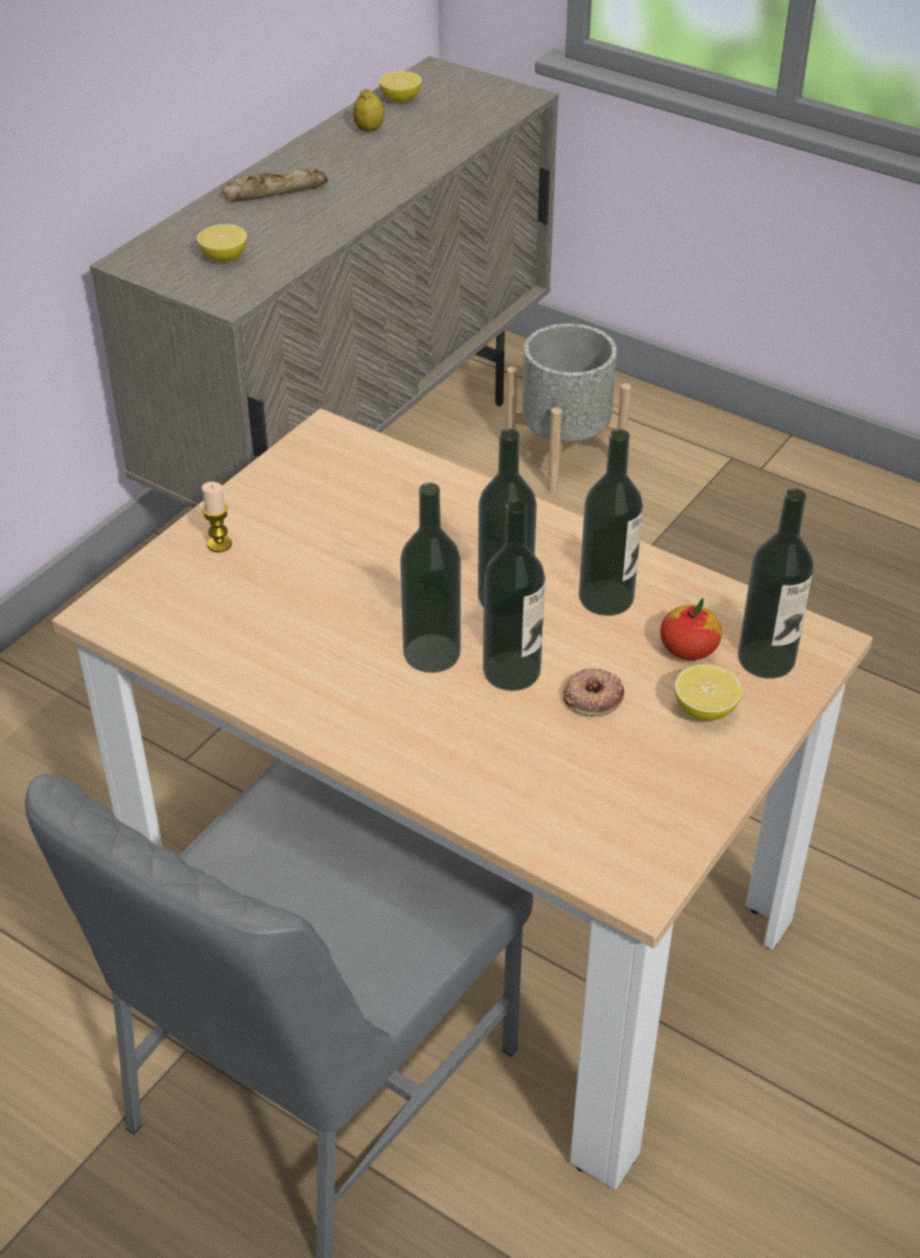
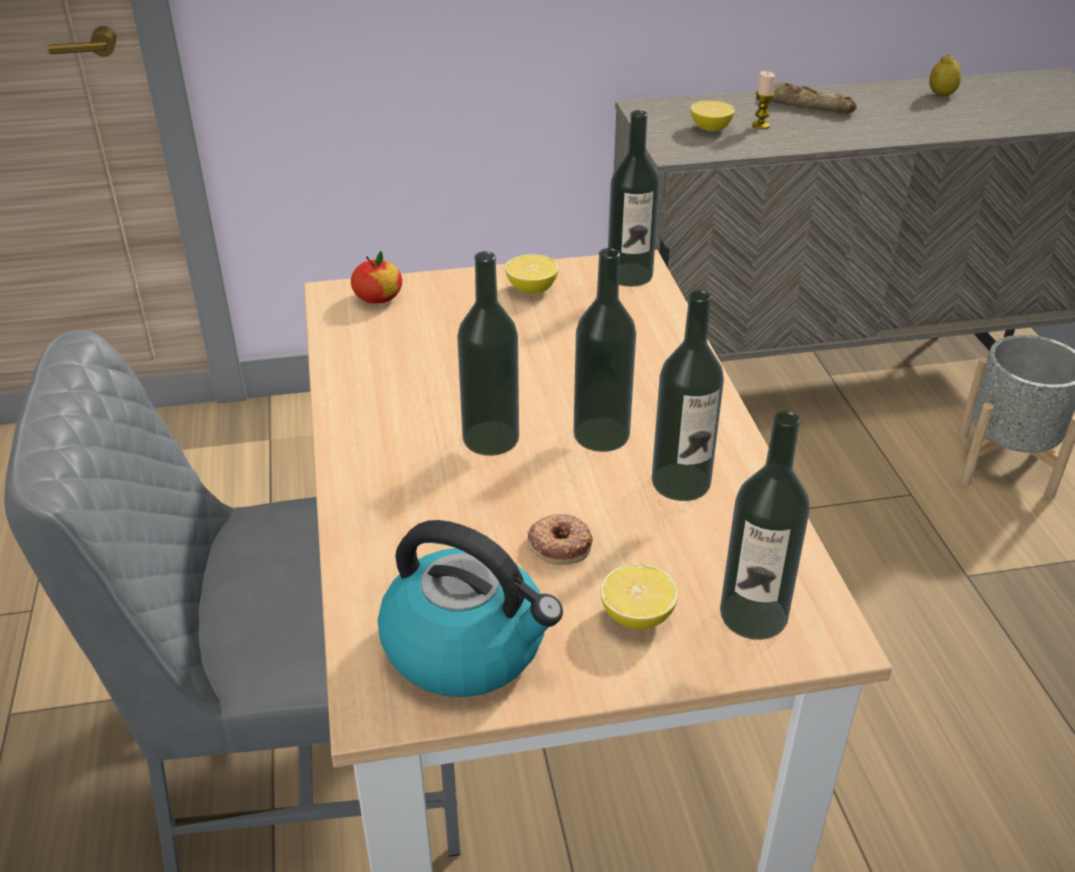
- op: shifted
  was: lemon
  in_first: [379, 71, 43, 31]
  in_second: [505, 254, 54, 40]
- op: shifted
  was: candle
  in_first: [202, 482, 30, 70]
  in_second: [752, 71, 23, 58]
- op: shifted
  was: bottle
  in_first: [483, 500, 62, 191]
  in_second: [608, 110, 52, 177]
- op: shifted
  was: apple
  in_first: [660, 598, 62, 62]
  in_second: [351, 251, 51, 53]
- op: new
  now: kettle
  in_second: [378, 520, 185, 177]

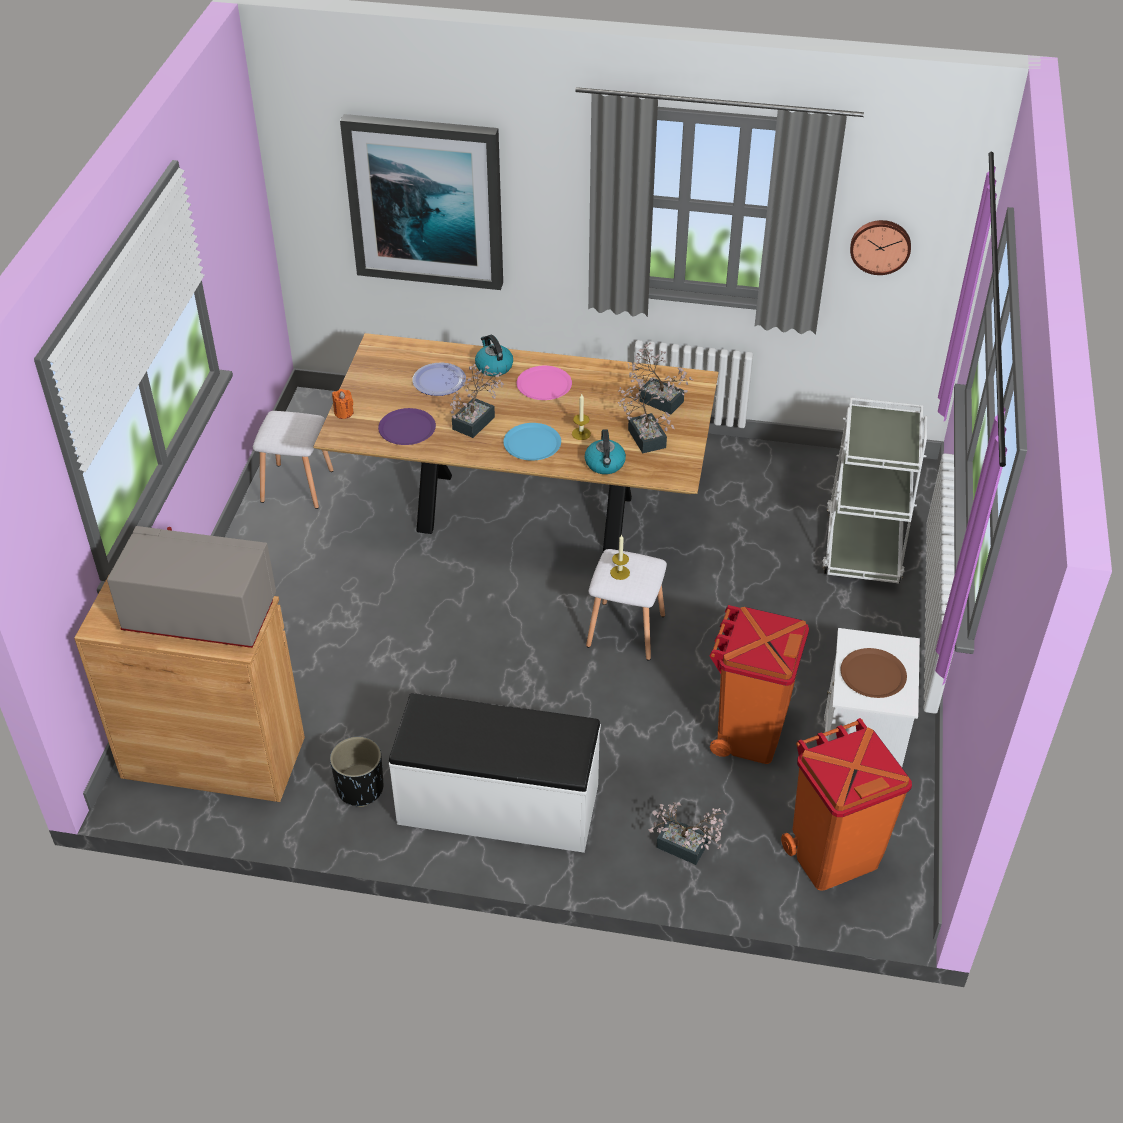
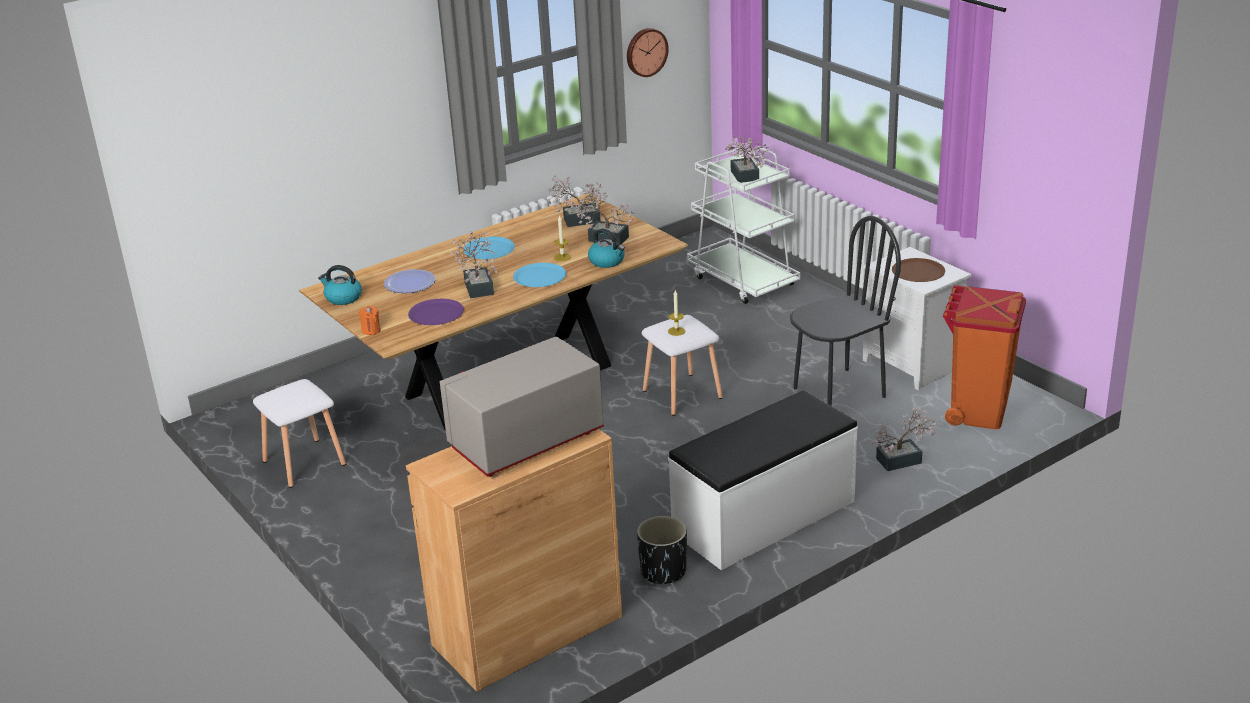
- op: gone
  was: picture
  in_first: [340, 114, 163, 176]
- op: shifted
  was: kettle
  in_first: [475, 335, 38, 41]
  in_second: [318, 265, 44, 40]
- op: repainted
  was: plate (pink)
  now: plate (blue)
  in_first: [517, 366, 55, 34]
  in_second: [463, 237, 52, 22]
- op: swapped
  was: trash can (orange)
  now: chair (black)
  in_first: [710, 605, 99, 159]
  in_second: [790, 216, 111, 190]
- op: new
  now: potted plant
  in_second: [725, 136, 44, 47]

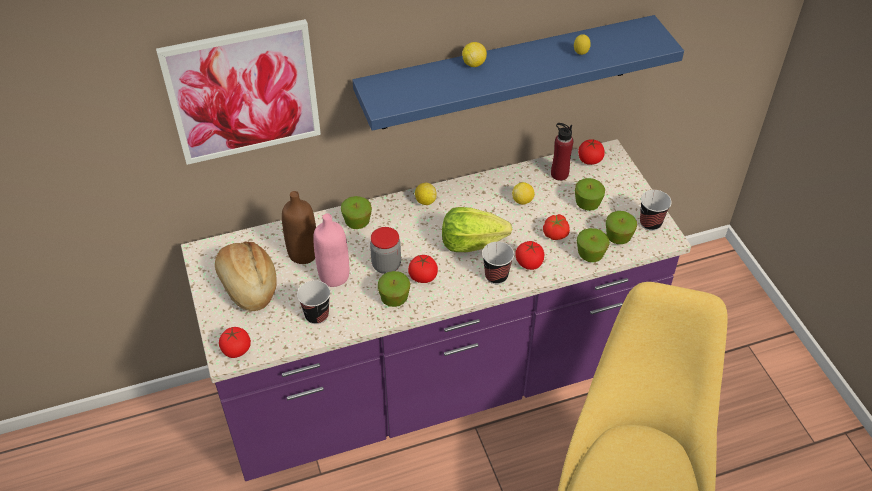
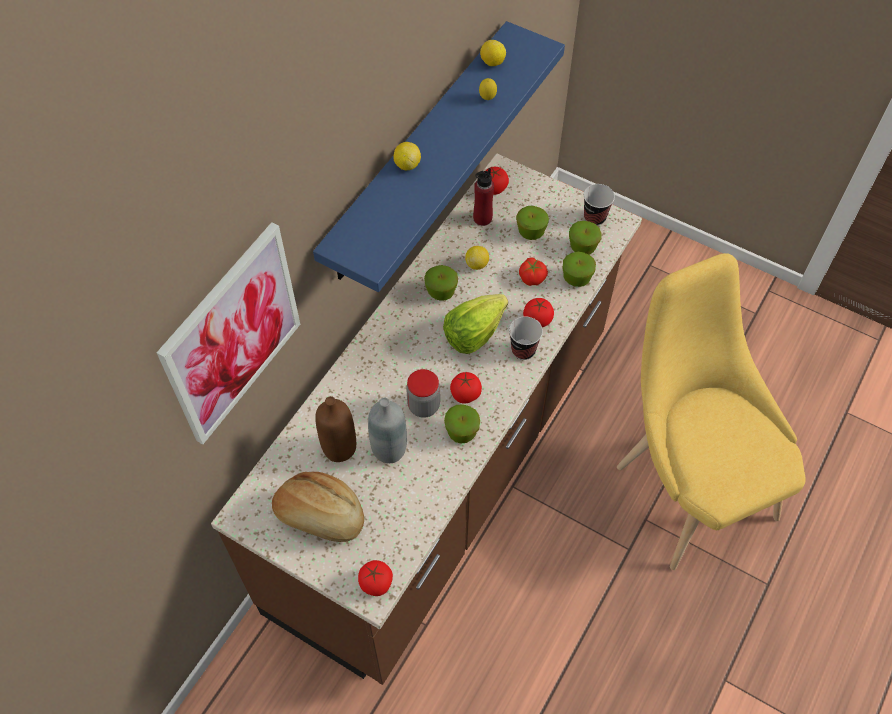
- op: repainted
  was: counter (purple)
  now: counter (brown)
  in_first: [181, 139, 510, 342]
  in_second: [211, 153, 431, 532]
- op: shifted
  was: lemon
  in_first: [415, 183, 21, 22]
  in_second: [480, 40, 26, 26]
- op: shifted
  was: apple
  in_first: [341, 196, 31, 33]
  in_second: [424, 265, 34, 36]
- op: repainted
  was: bottle (pink)
  now: bottle (grey)
  in_first: [313, 213, 36, 74]
  in_second: [368, 398, 39, 65]
- op: gone
  was: cup
  in_first: [297, 280, 33, 44]

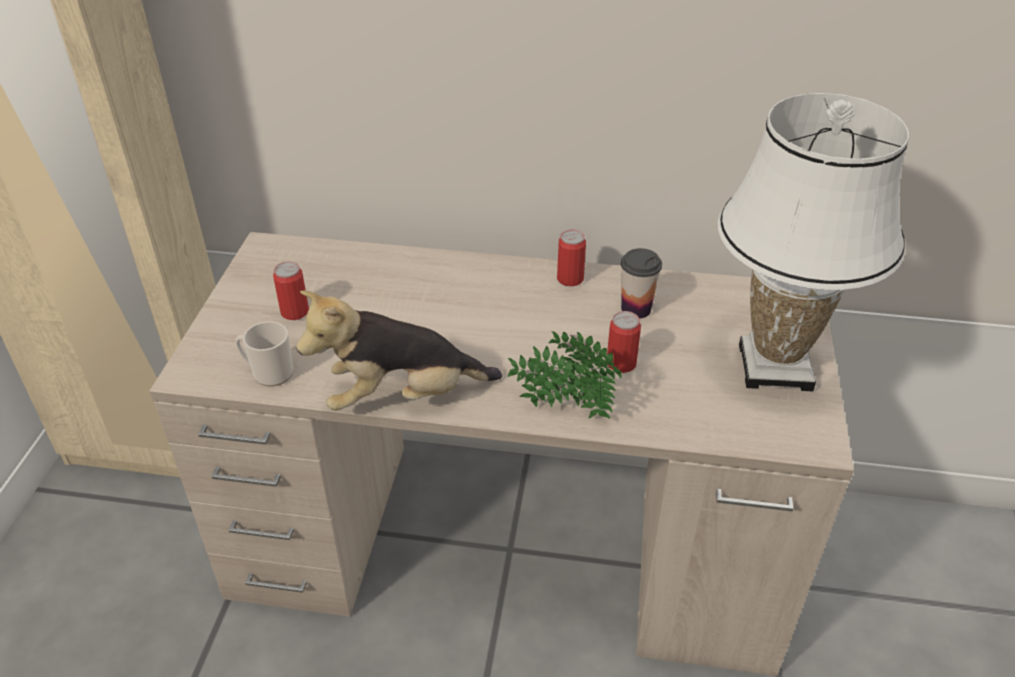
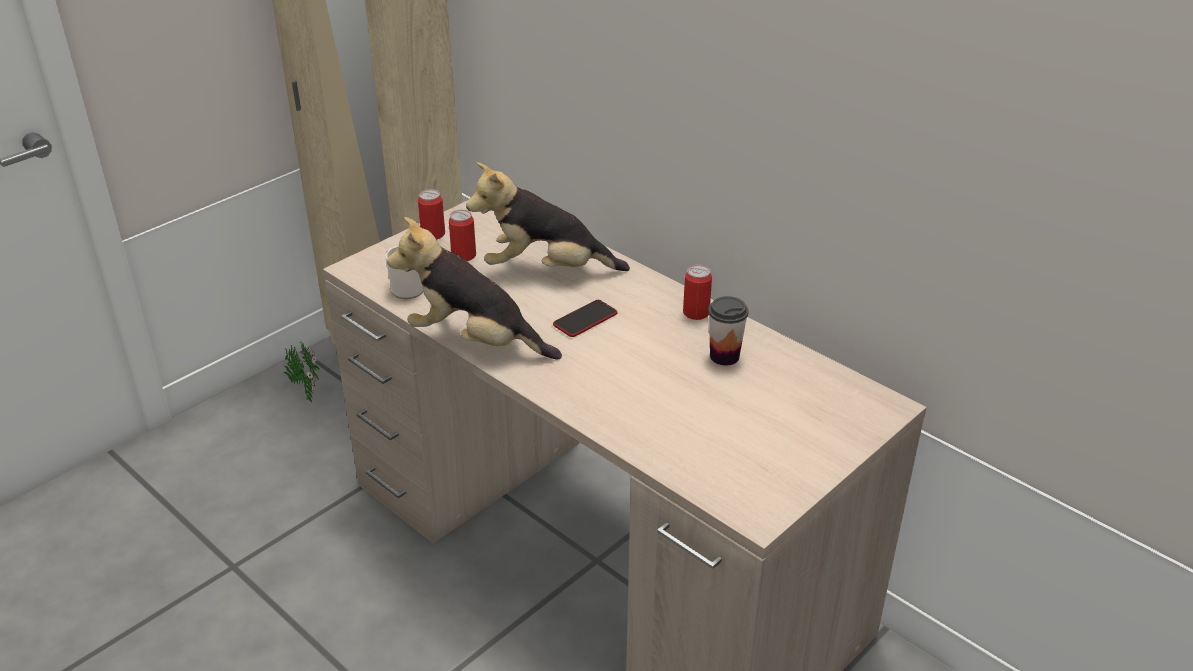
- op: gone
  was: table lamp (white)
  in_first: [718, 93, 191, 298]
- op: shifted
  was: can
  in_first: [607, 311, 34, 62]
  in_second: [418, 189, 27, 51]
- op: shifted
  was: potted plant
  in_first: [507, 331, 115, 88]
  in_second: [283, 340, 37, 63]
- op: new
  now: plush toy
  in_second: [466, 162, 164, 109]
- op: new
  now: phone
  in_second: [553, 300, 65, 37]

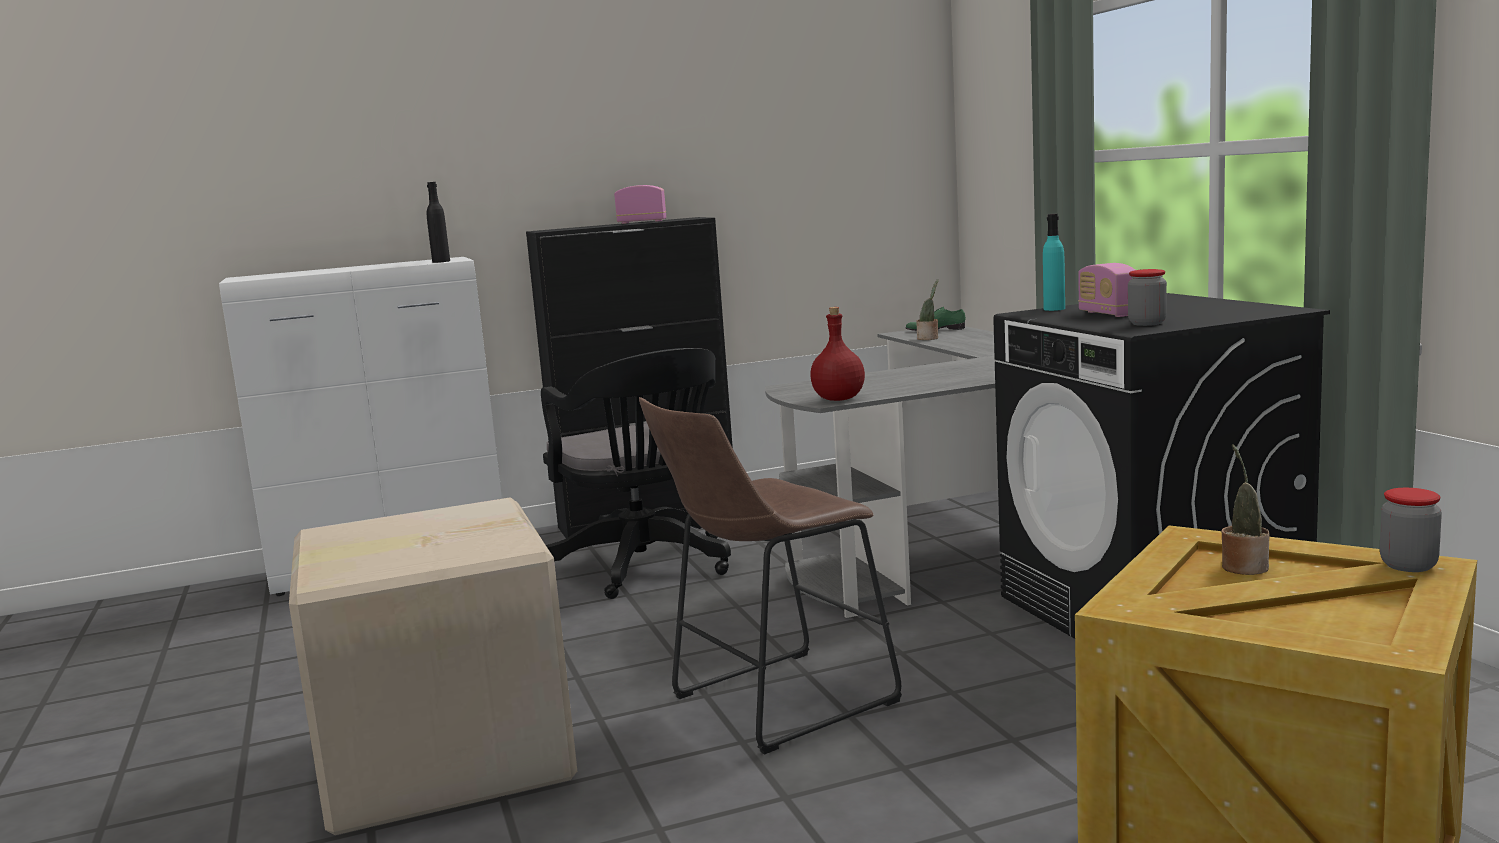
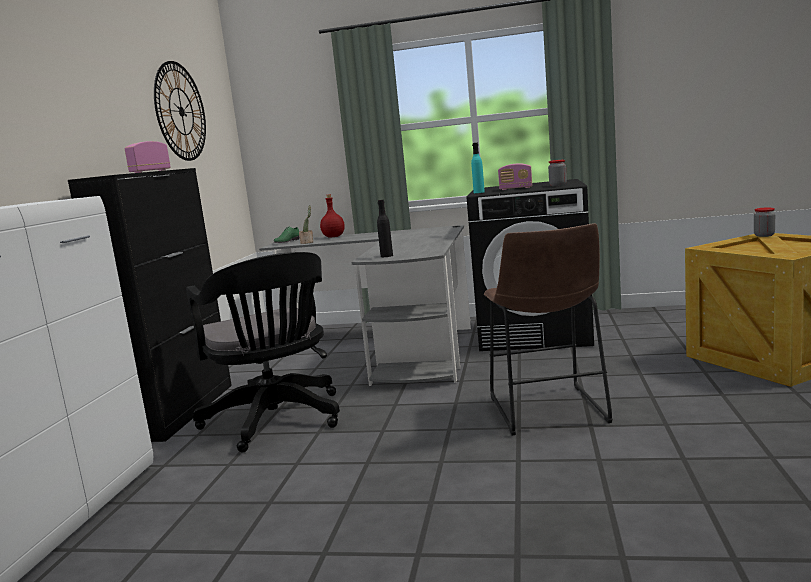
- op: shifted
  was: bottle (black)
  in_first: [427, 182, 23, 81]
  in_second: [377, 200, 16, 57]
- op: shifted
  was: bottle (red)
  in_first: [810, 307, 55, 94]
  in_second: [320, 194, 25, 43]
- op: rotated
  was: office chair (black)
  in_first: [541, 348, 190, 251]
  in_second: [186, 252, 154, 201]
  clockwise: 60
- op: gone
  was: potted plant
  in_first: [1221, 444, 49, 131]
- op: gone
  was: cardboard box
  in_first: [289, 497, 288, 338]
- op: new
  now: wall clock
  in_second: [154, 61, 52, 100]

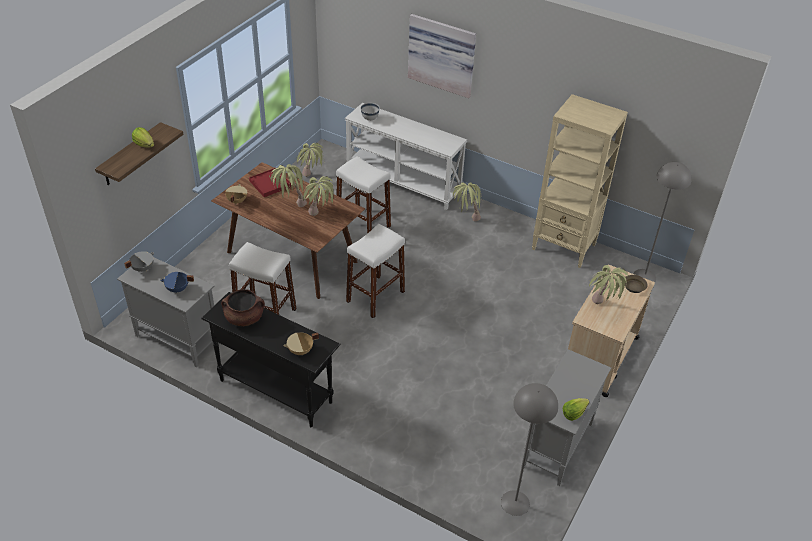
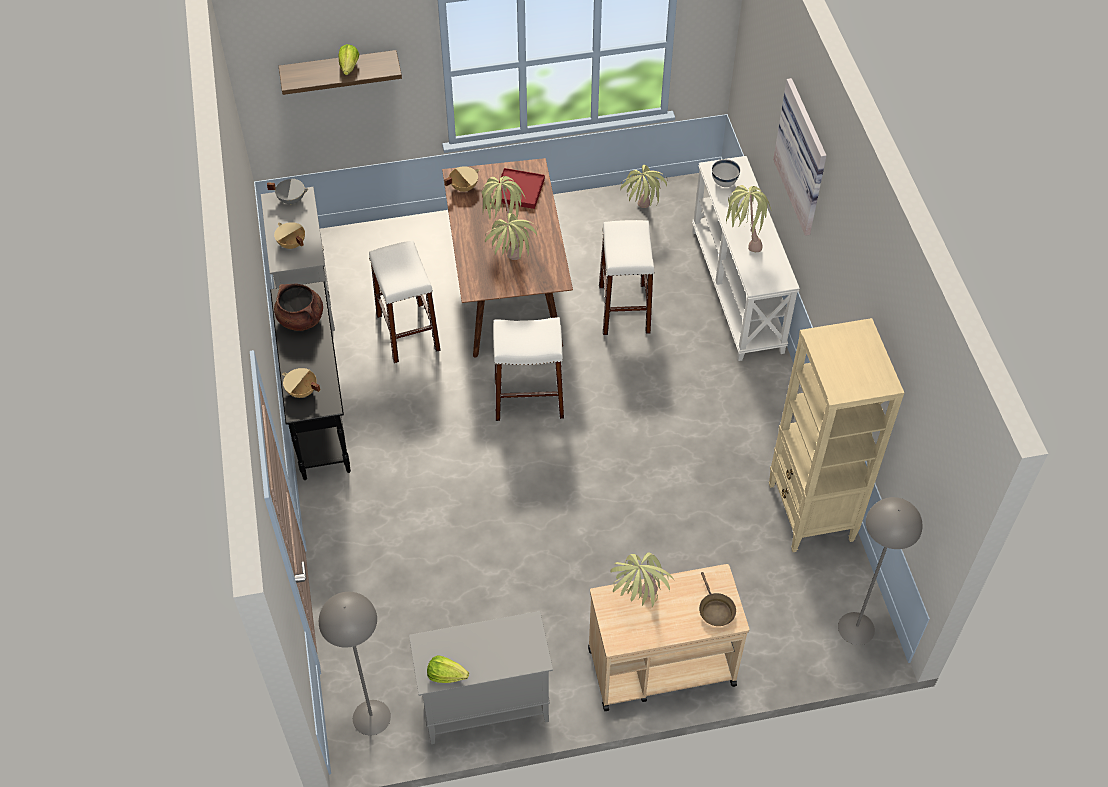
- op: shifted
  was: potted plant
  in_first: [452, 182, 30, 40]
  in_second: [726, 185, 45, 67]
- op: repainted
  was: cooking pot (blue)
  now: cooking pot (beige)
  in_first: [160, 272, 34, 21]
  in_second: [274, 222, 31, 27]

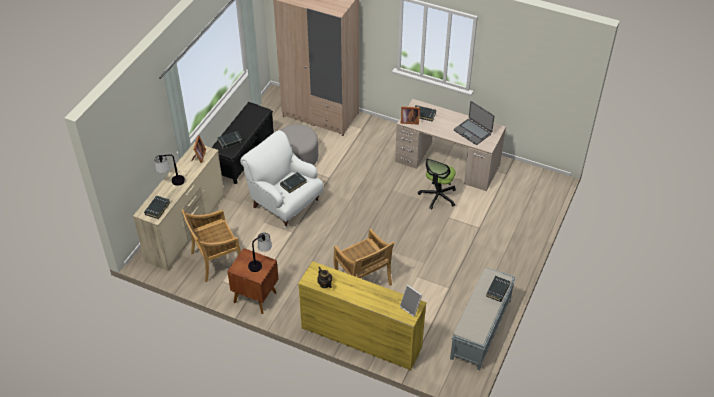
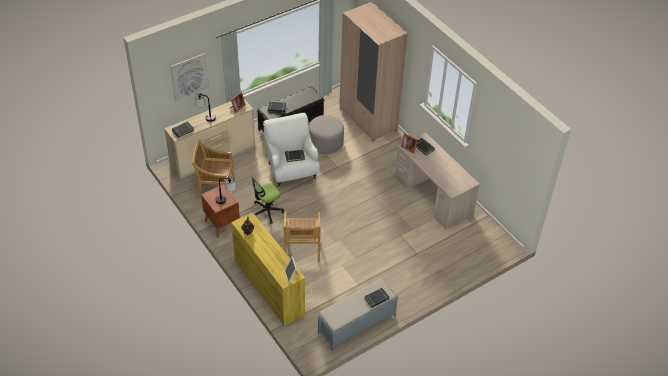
- op: gone
  was: laptop
  in_first: [454, 101, 40, 44]
- op: shifted
  was: office chair
  in_first: [418, 158, 38, 51]
  in_second: [251, 175, 33, 49]
- op: new
  now: picture
  in_second: [170, 53, 39, 48]

